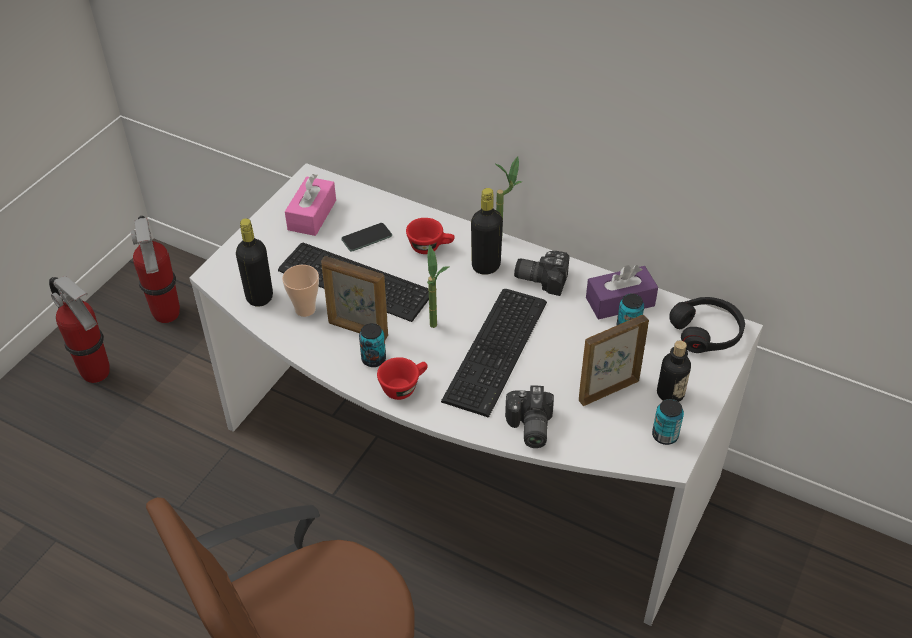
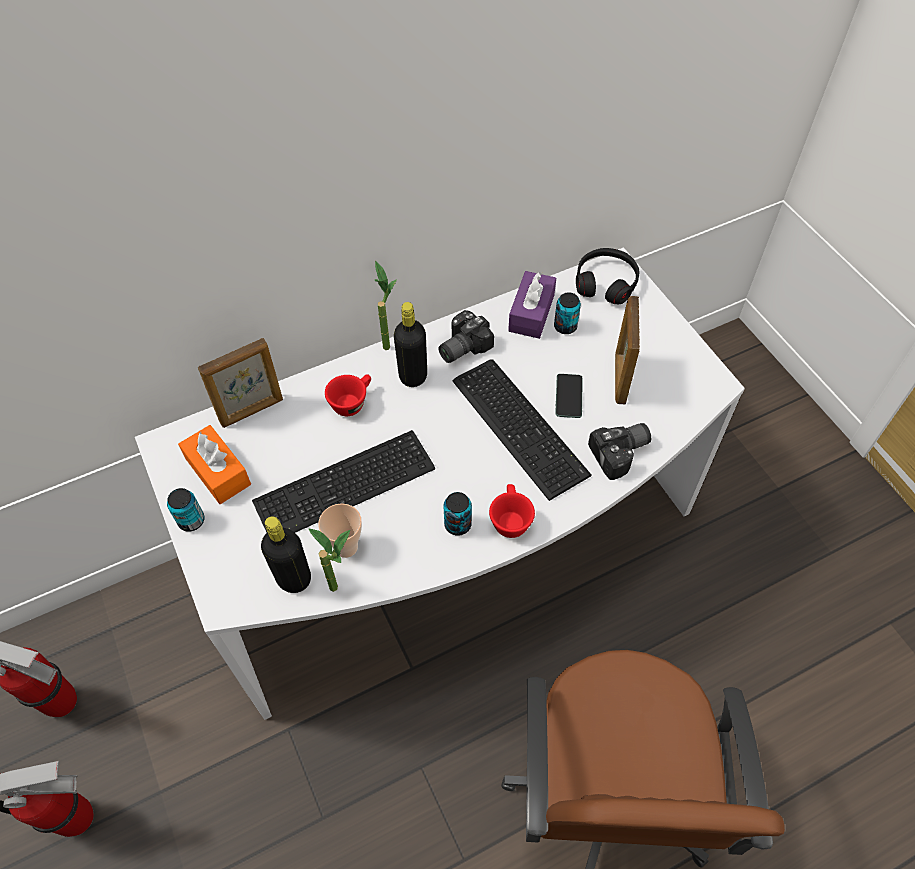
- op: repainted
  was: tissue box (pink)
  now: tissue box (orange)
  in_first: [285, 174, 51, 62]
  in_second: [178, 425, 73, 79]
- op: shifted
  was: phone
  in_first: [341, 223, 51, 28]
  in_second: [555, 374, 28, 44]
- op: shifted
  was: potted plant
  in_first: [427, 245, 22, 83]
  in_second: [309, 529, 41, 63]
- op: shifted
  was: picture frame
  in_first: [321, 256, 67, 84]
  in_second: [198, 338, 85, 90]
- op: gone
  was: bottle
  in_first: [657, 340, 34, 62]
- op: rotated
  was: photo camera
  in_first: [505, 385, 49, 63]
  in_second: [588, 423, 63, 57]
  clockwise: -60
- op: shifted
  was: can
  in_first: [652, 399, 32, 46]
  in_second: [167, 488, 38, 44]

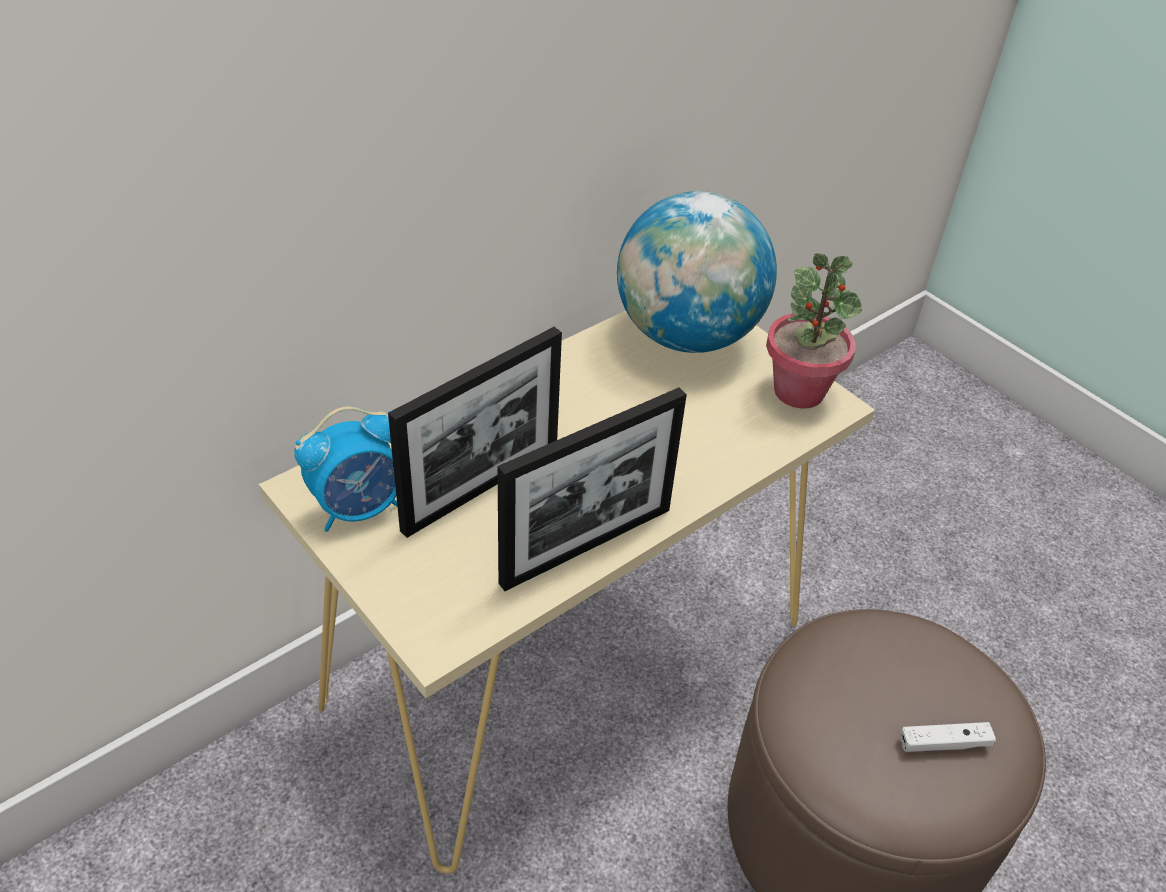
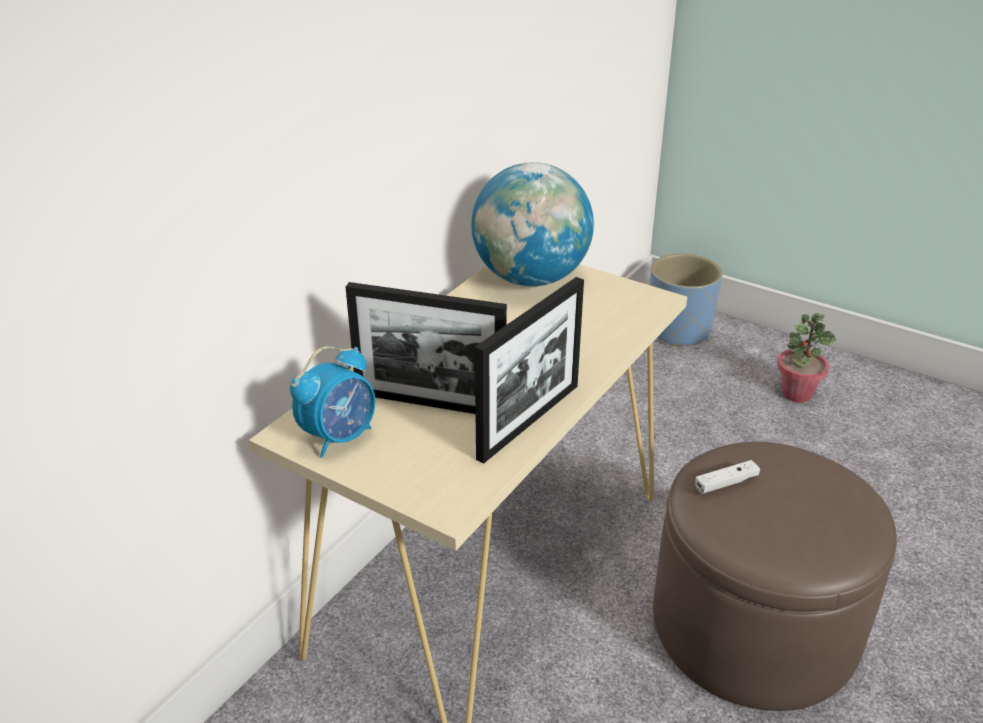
- op: shifted
  was: potted plant
  in_first: [766, 253, 96, 156]
  in_second: [777, 313, 59, 90]
- op: rotated
  was: picture frame
  in_first: [388, 327, 174, 211]
  in_second: [346, 282, 161, 132]
  clockwise: 75
- op: shifted
  was: game controller (white)
  in_first: [900, 722, 96, 30]
  in_second: [695, 460, 65, 34]
- op: new
  now: planter (blue)
  in_second: [650, 254, 73, 93]

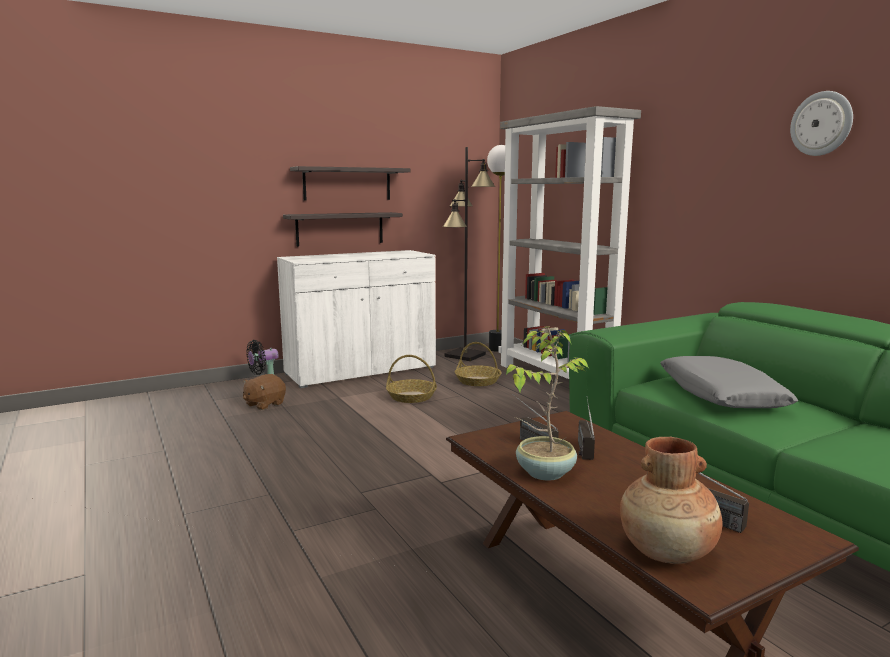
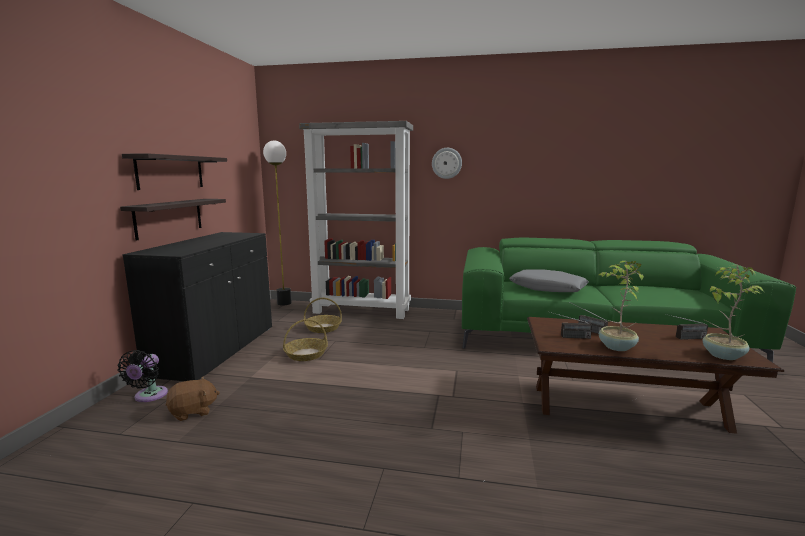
- op: shifted
  was: wall clock
  in_first: [790, 91, 63, 65]
  in_second: [432, 148, 30, 31]
- op: gone
  was: floor lamp (black)
  in_first: [443, 147, 52, 214]
- op: repainted
  was: cabinet (white)
  now: cabinet (black)
  in_first: [277, 250, 159, 138]
  in_second: [122, 232, 150, 149]
- op: rotated
  was: plush toy (brown)
  in_first: [243, 374, 43, 36]
  in_second: [165, 376, 55, 45]
  clockwise: -105
- op: swapped
  was: vase (brown)
  now: potted plant
  in_first: [620, 437, 103, 127]
  in_second: [702, 265, 62, 95]

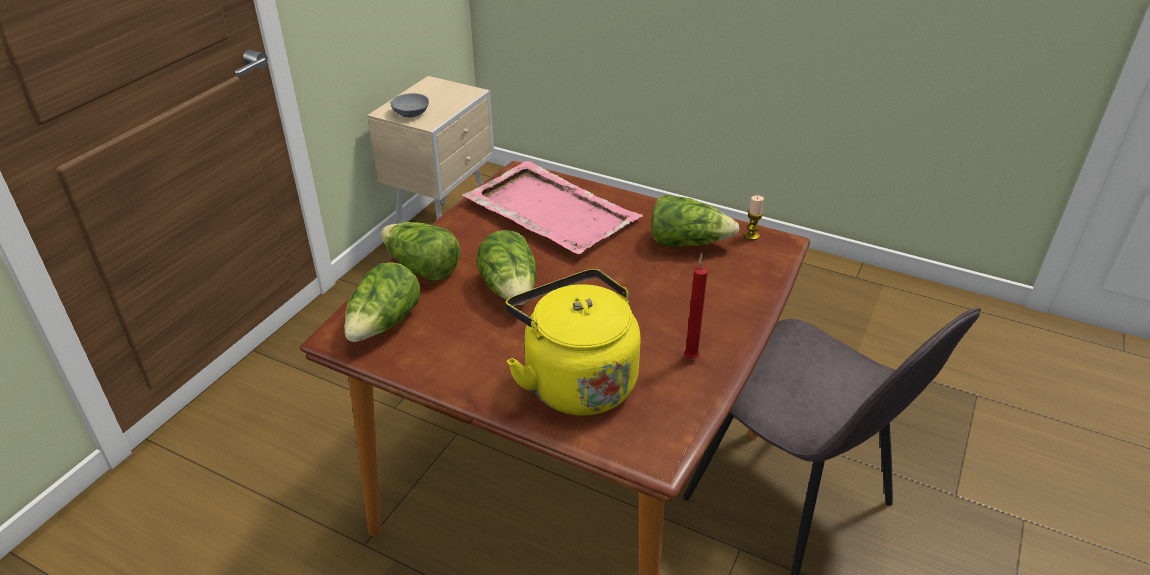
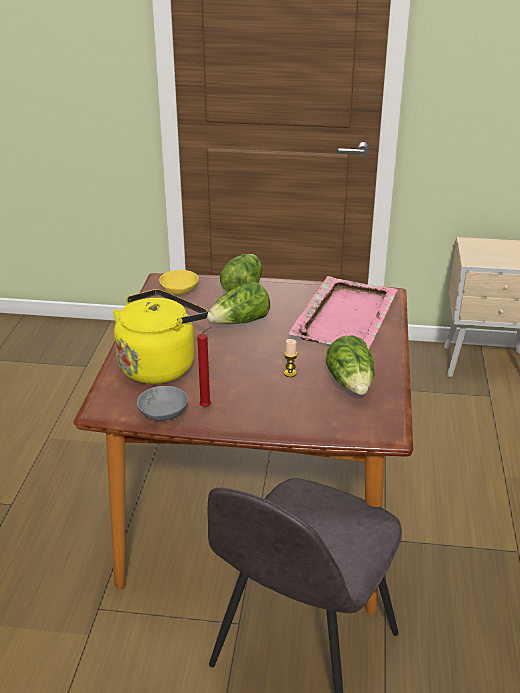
- op: shifted
  was: bowl (grey)
  in_first: [390, 93, 39, 24]
  in_second: [137, 386, 51, 35]
- op: shifted
  was: candle
  in_first: [744, 196, 20, 44]
  in_second: [284, 339, 13, 38]
- op: swapped
  was: lettuce
  now: bowl (yellow)
  in_first: [344, 262, 77, 80]
  in_second: [159, 270, 40, 25]

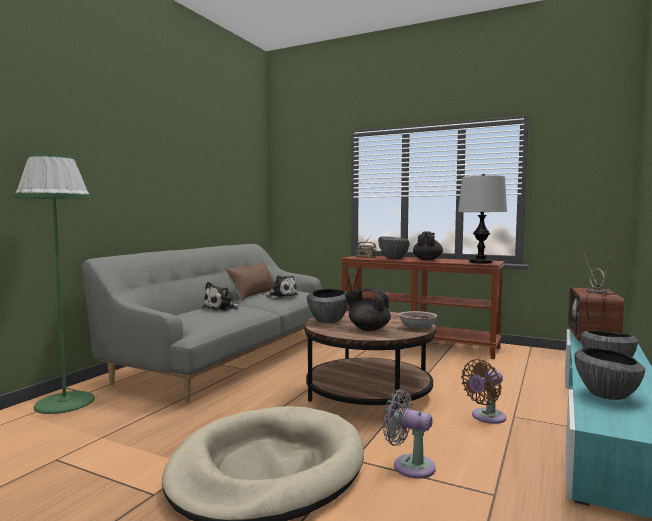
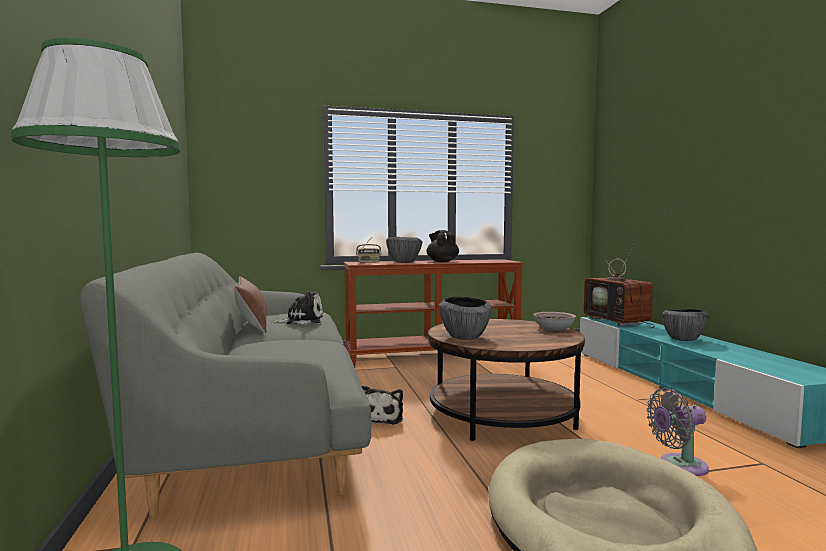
- op: gone
  was: table lamp
  in_first: [458, 174, 49, 90]
- op: shifted
  was: plush toy
  in_first: [201, 282, 38, 29]
  in_second: [361, 385, 42, 39]
- op: gone
  was: teapot (black)
  in_first: [345, 288, 46, 43]
- op: gone
  was: bowl
  in_first: [574, 348, 71, 52]
- op: gone
  was: fan (brown)
  in_first: [461, 359, 45, 65]

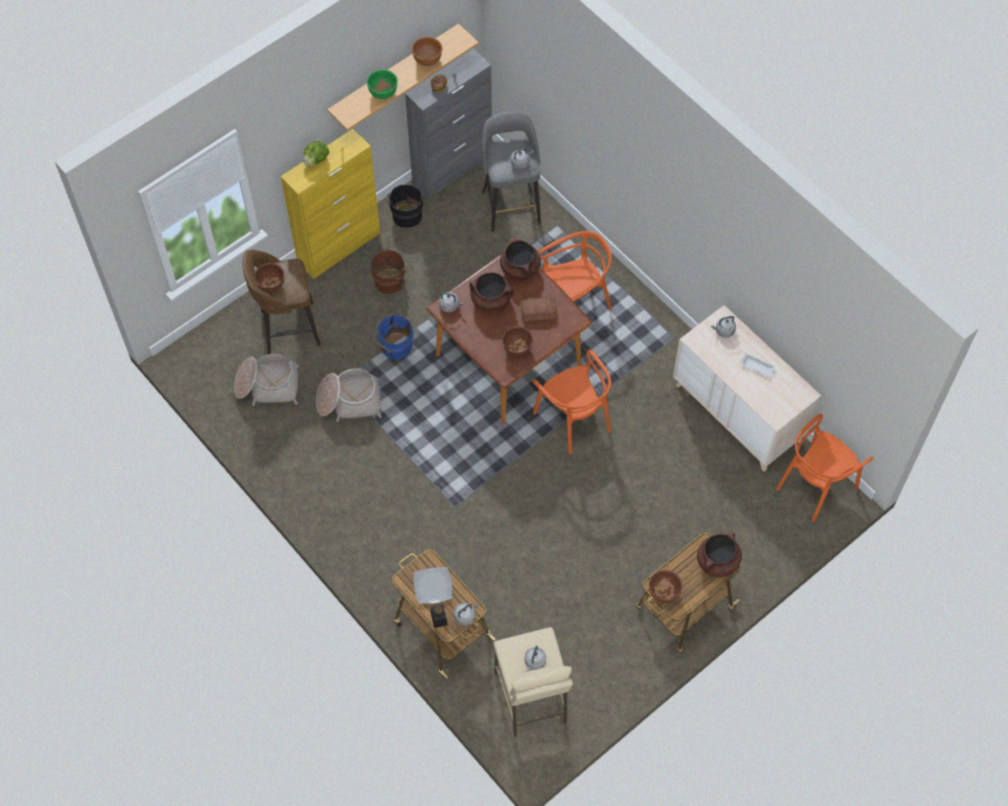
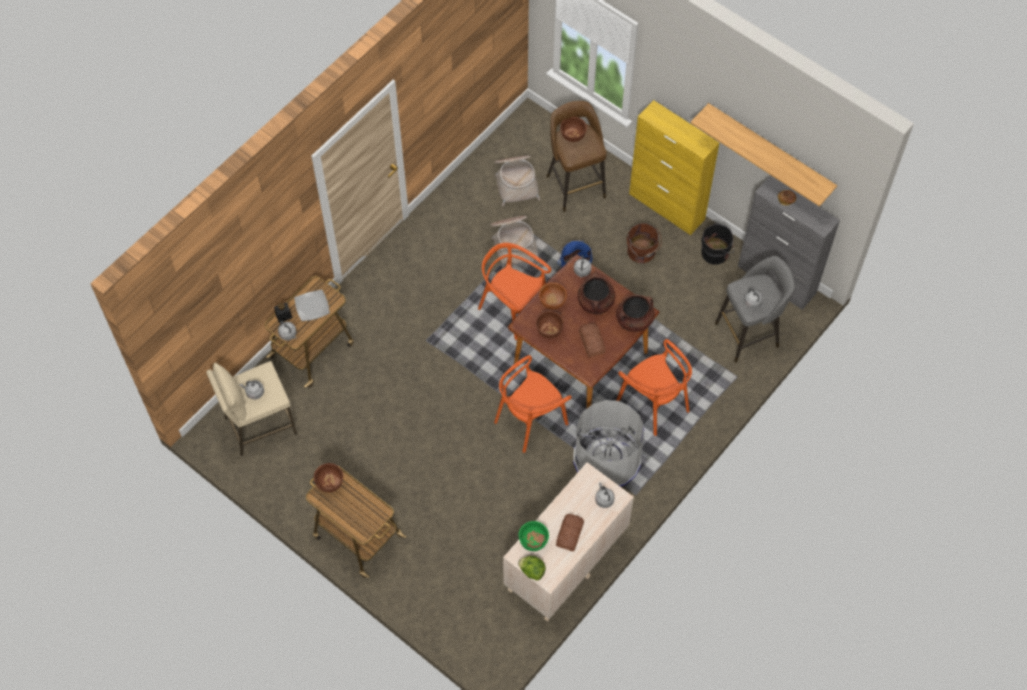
- op: shifted
  was: bowl (brown)
  in_first: [412, 37, 31, 29]
  in_second: [539, 282, 28, 28]
- op: shifted
  was: bowl (green)
  in_first: [367, 70, 31, 29]
  in_second: [518, 521, 31, 30]
- op: shifted
  was: lettuce
  in_first: [303, 141, 26, 25]
  in_second: [518, 556, 28, 25]
- op: swapped
  was: tray (white)
  now: bread
  in_first: [740, 353, 36, 24]
  in_second: [556, 514, 28, 38]
- op: shifted
  was: chair (orange)
  in_first: [776, 413, 97, 109]
  in_second: [478, 243, 73, 97]
- op: gone
  was: cooking pot (brown)
  in_first: [697, 532, 45, 45]
- op: new
  now: trash can (grey)
  in_second: [573, 400, 71, 87]

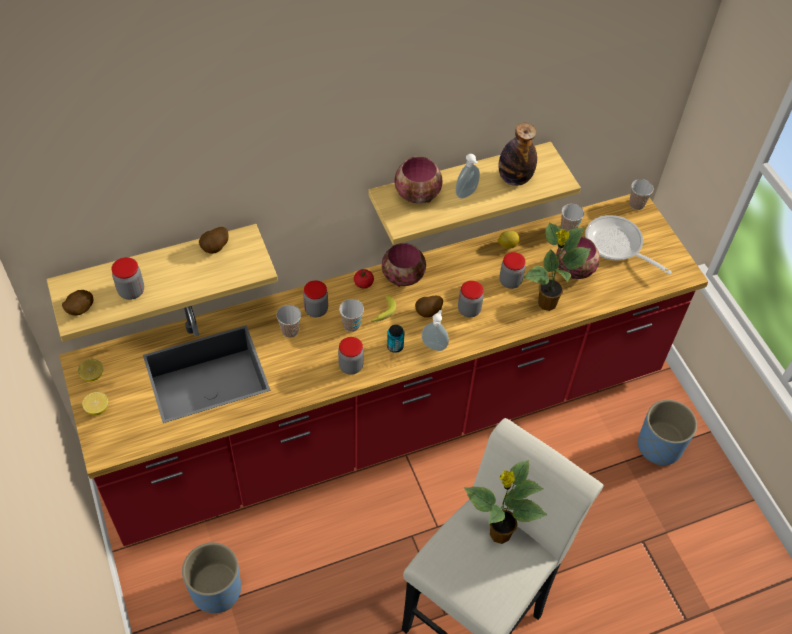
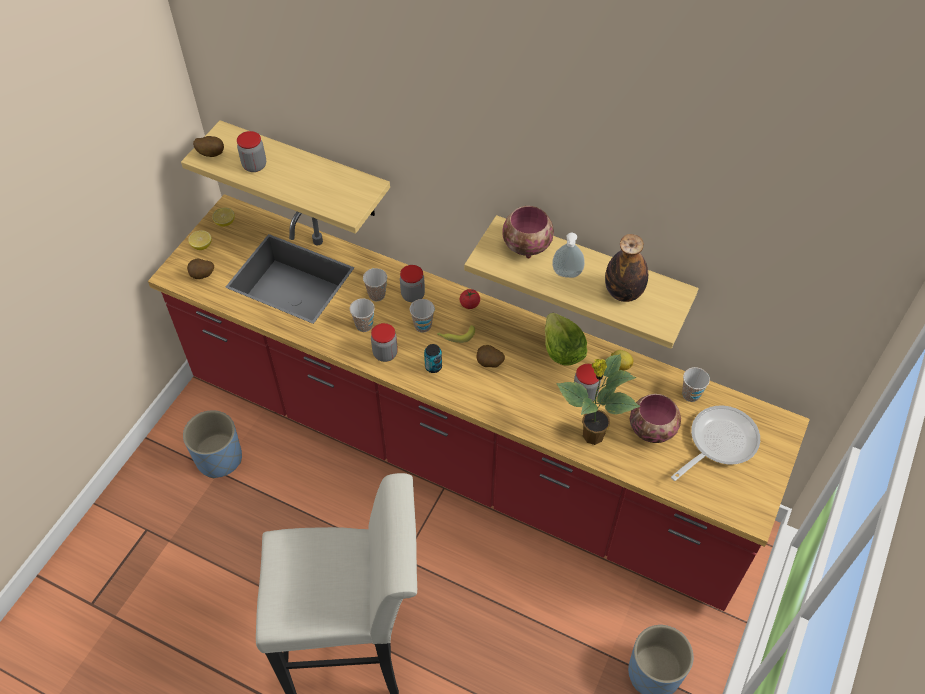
- op: shifted
  was: cup
  in_first: [629, 179, 25, 31]
  in_second: [349, 298, 26, 34]
- op: rotated
  was: frying pan
  in_first: [585, 215, 87, 60]
  in_second: [671, 405, 89, 76]
  clockwise: 45
- op: shifted
  was: potato
  in_first: [199, 227, 29, 27]
  in_second: [187, 259, 27, 20]
- op: gone
  was: bowl
  in_first: [382, 243, 44, 44]
- op: gone
  was: jar
  in_first: [458, 281, 26, 36]
- op: gone
  was: soap dispenser
  in_first: [422, 310, 27, 41]
- op: gone
  was: potted plant
  in_first: [464, 460, 84, 84]
- op: new
  now: lettuce
  in_second: [545, 313, 42, 53]

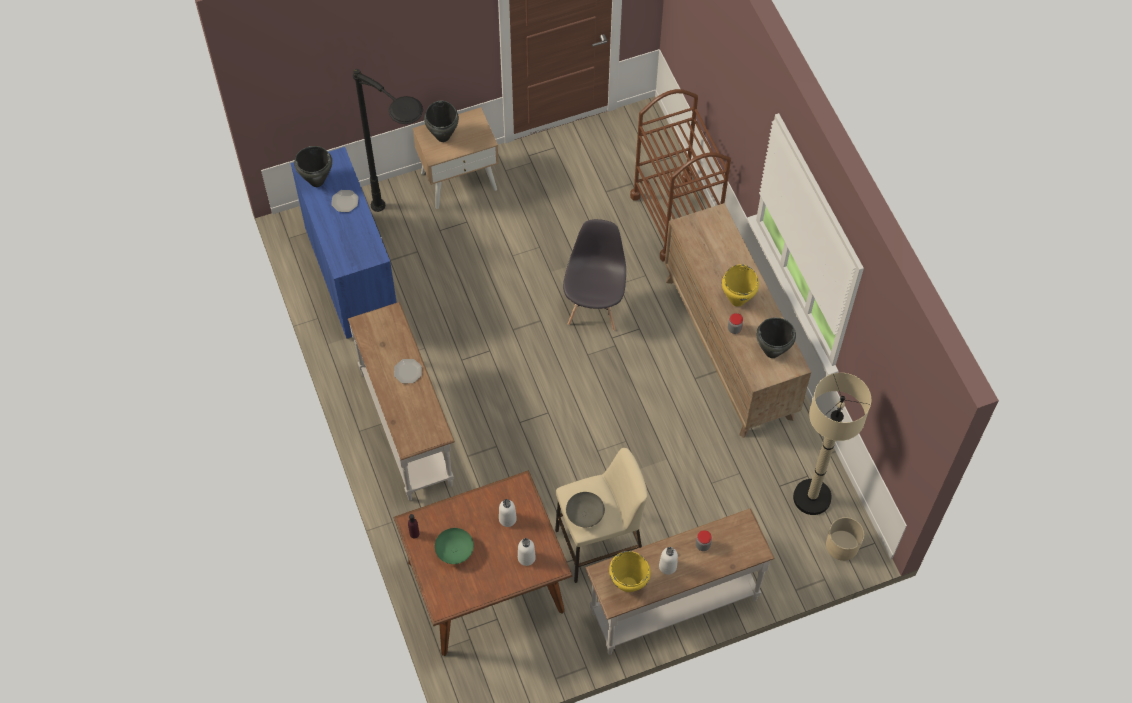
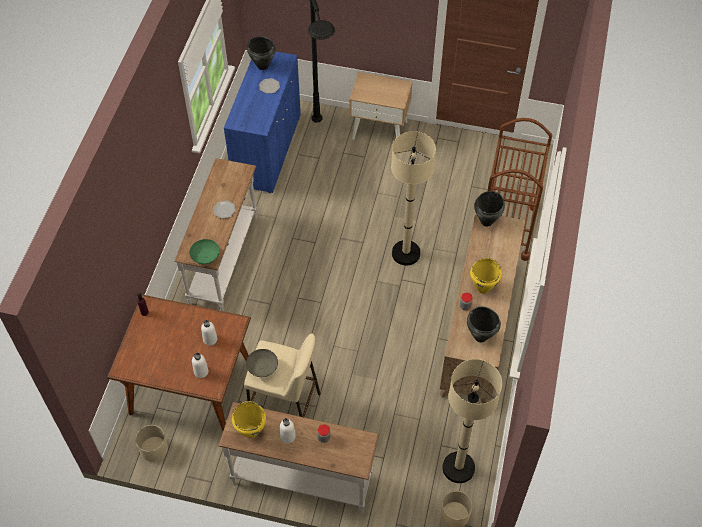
- op: shifted
  was: cooking pot (black)
  in_first: [424, 101, 35, 41]
  in_second: [474, 191, 31, 36]
- op: swapped
  was: chair (grey)
  now: floor lamp (beige)
  in_first: [563, 219, 63, 112]
  in_second: [391, 131, 45, 134]
- op: shifted
  was: bowl (green)
  in_first: [435, 528, 39, 36]
  in_second: [190, 239, 30, 26]
- op: new
  now: planter (beige)
  in_second: [135, 425, 33, 37]

